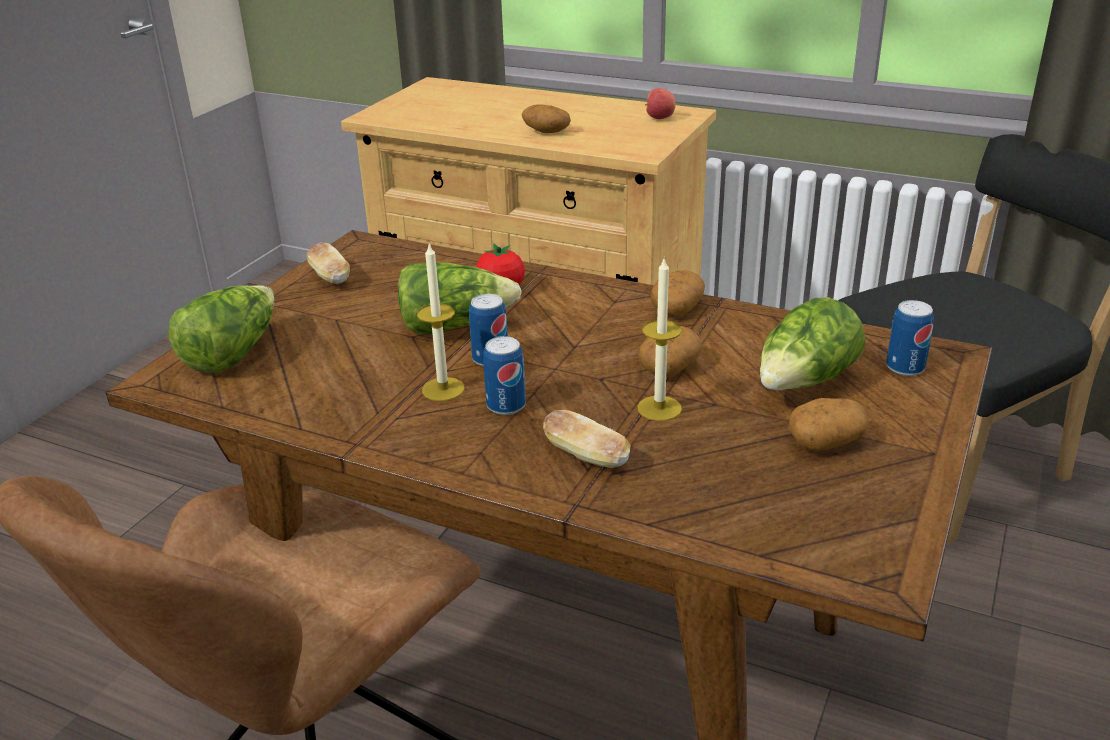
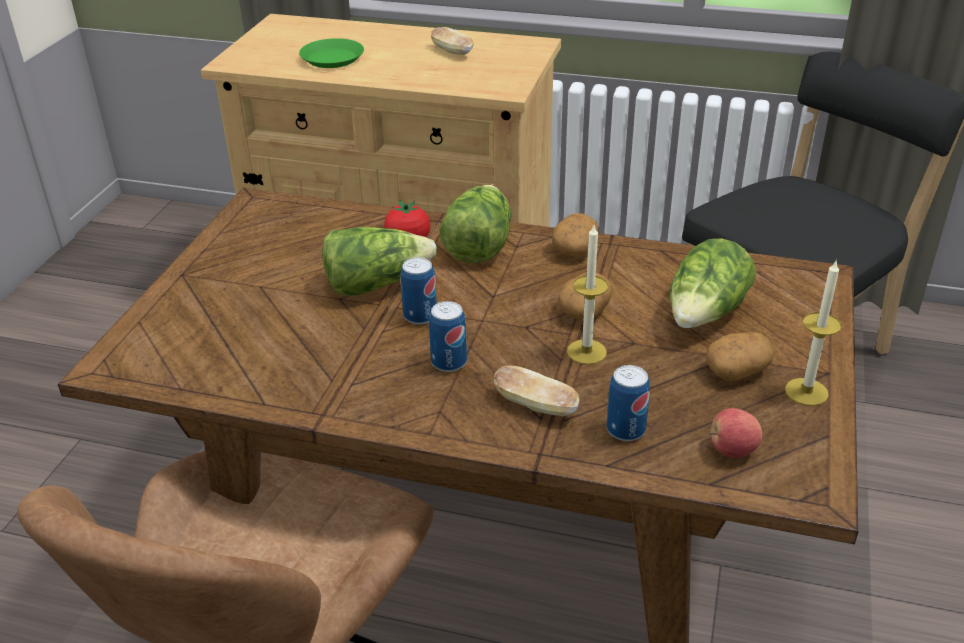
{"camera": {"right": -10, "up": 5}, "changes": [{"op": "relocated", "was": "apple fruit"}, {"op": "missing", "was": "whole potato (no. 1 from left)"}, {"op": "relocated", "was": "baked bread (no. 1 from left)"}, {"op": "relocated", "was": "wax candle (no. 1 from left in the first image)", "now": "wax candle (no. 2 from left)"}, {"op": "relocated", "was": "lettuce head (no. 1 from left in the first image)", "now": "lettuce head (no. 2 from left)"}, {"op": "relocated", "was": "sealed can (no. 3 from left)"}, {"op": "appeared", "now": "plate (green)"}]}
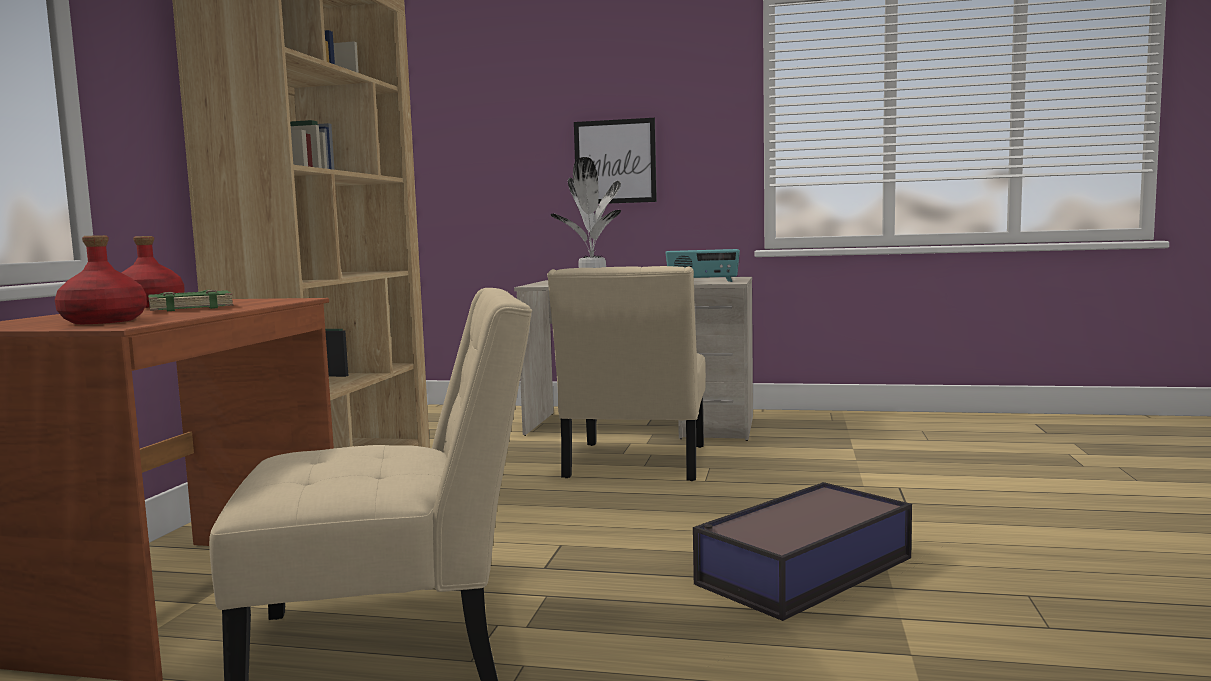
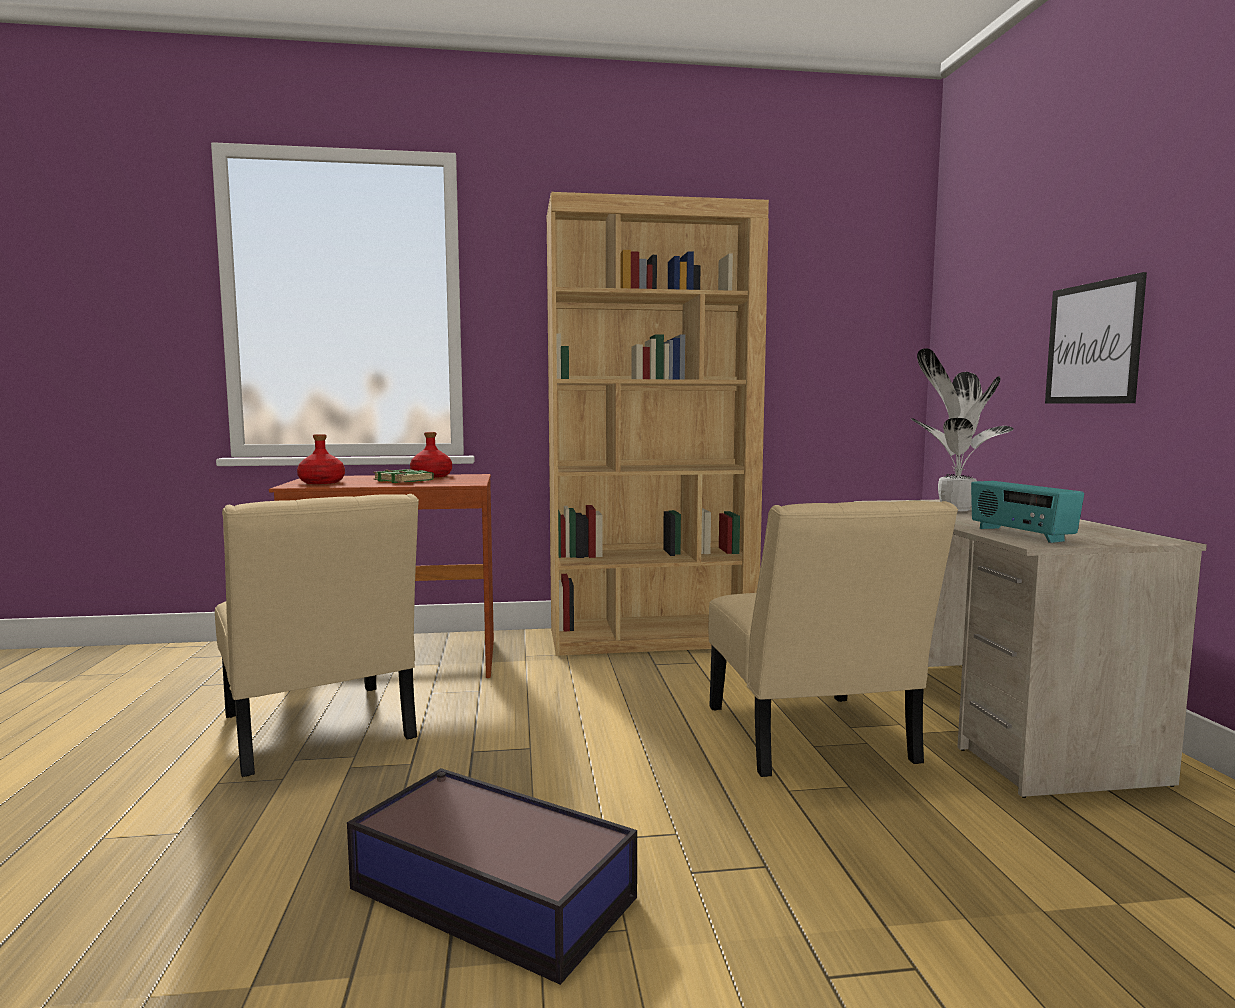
{"camera": {"right": 70, "up": 0}, "changes": [{"op": "spun", "was": "chair (sand-coloured) (no. 2 from left)", "clockwise": -90}]}
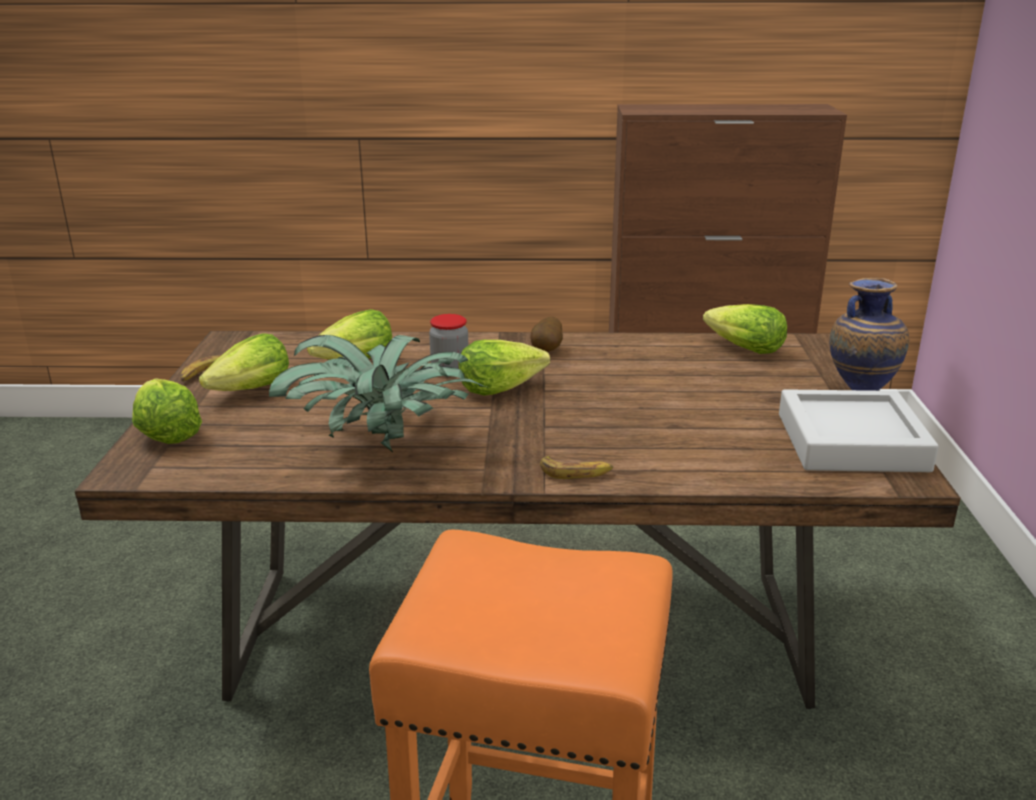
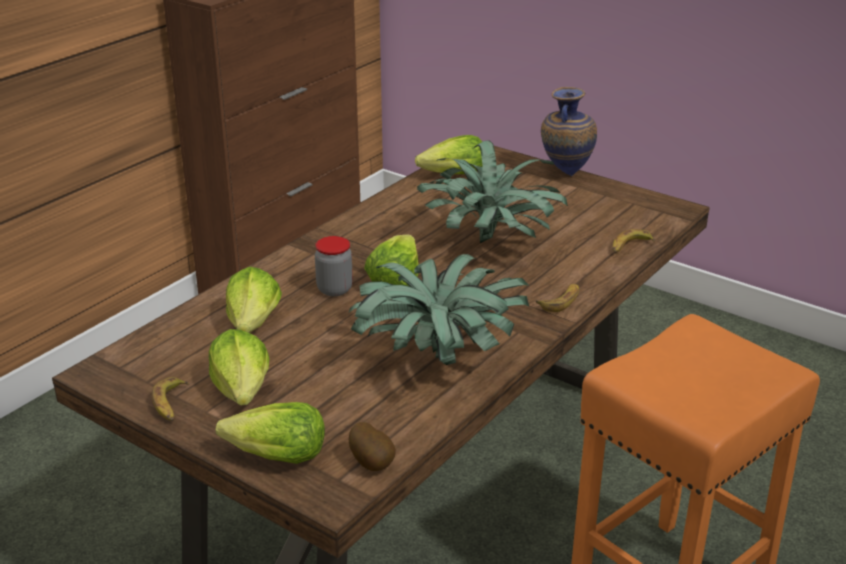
{"camera": {"right": -55, "up": 5}, "changes": [{"op": "relocated", "was": "whole potato"}, {"op": "missing", "was": "tray (gray)"}, {"op": "appeared", "now": "potted plant (no. 2 from left)"}, {"op": "appeared", "now": "banana (no. 3 from left)"}]}
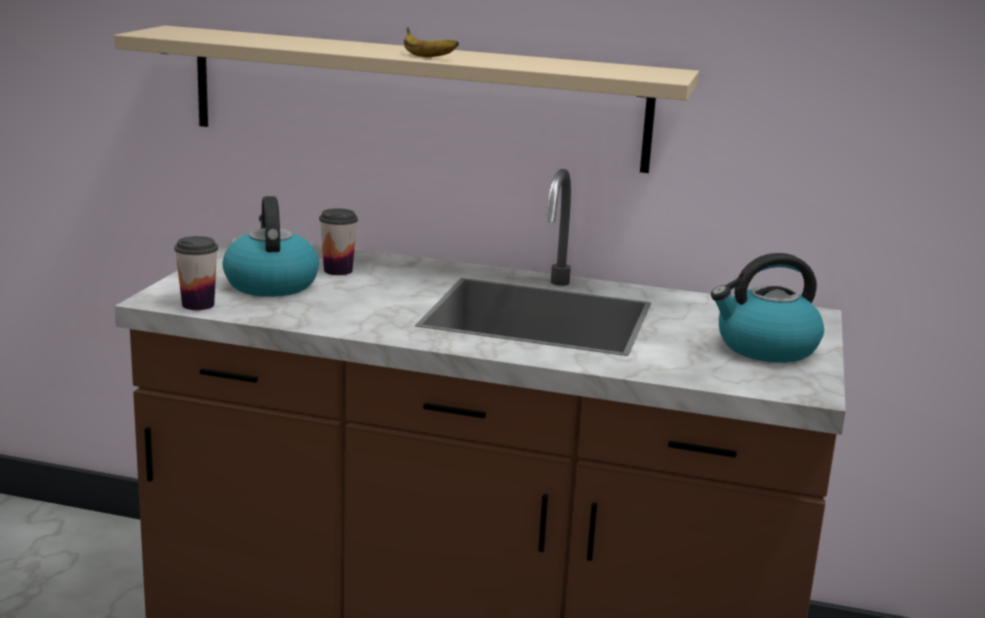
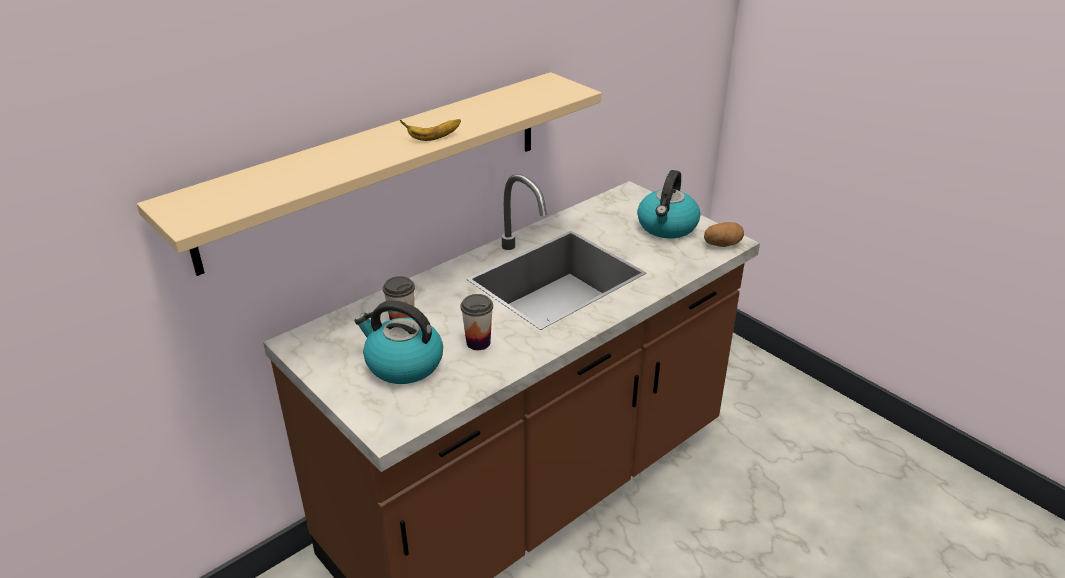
{"camera": {"right": -55, "up": 15}, "changes": [{"op": "relocated", "was": "cup (no. 1 from left in the first image)", "now": "cup (no. 2 from left)"}, {"op": "appeared", "now": "whole potato"}]}
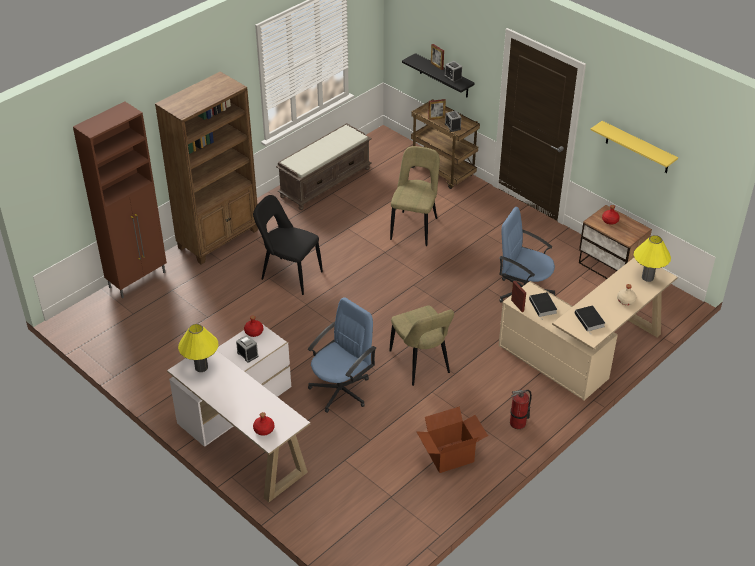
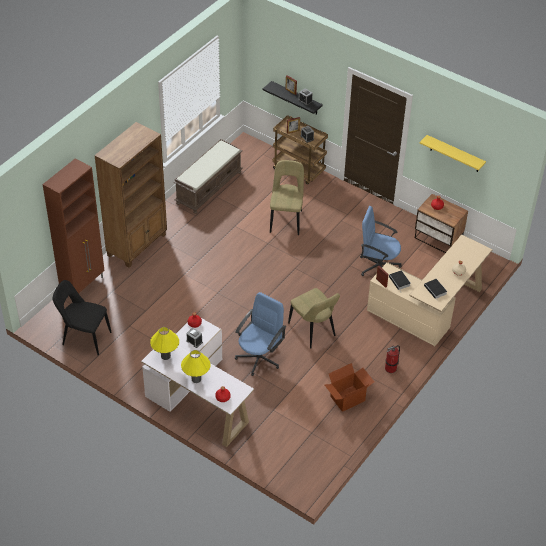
{"camera": {"right": -10, "up": 5}, "changes": [{"op": "relocated", "was": "chair (black)"}, {"op": "relocated", "was": "lamp for a table (yellow-coloured) (no. 2 from left)"}]}
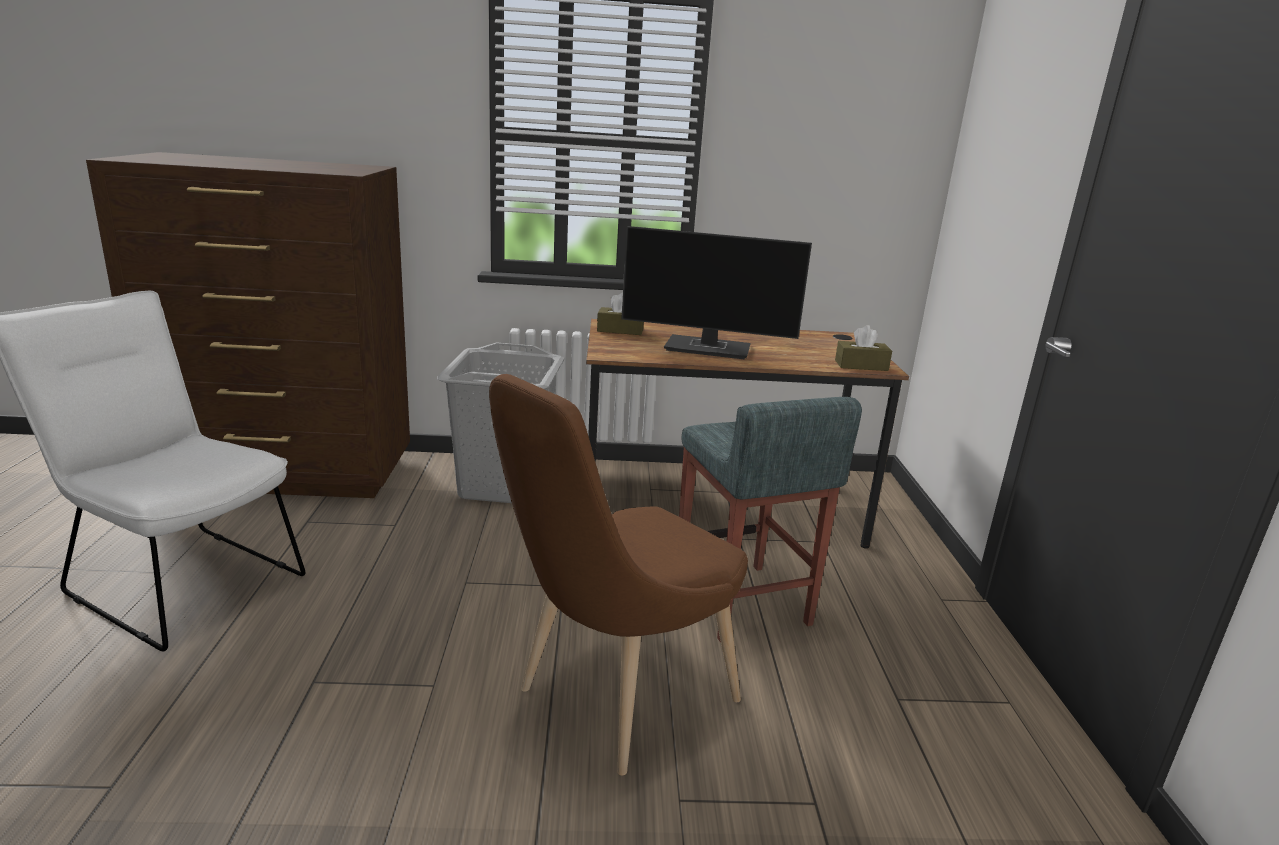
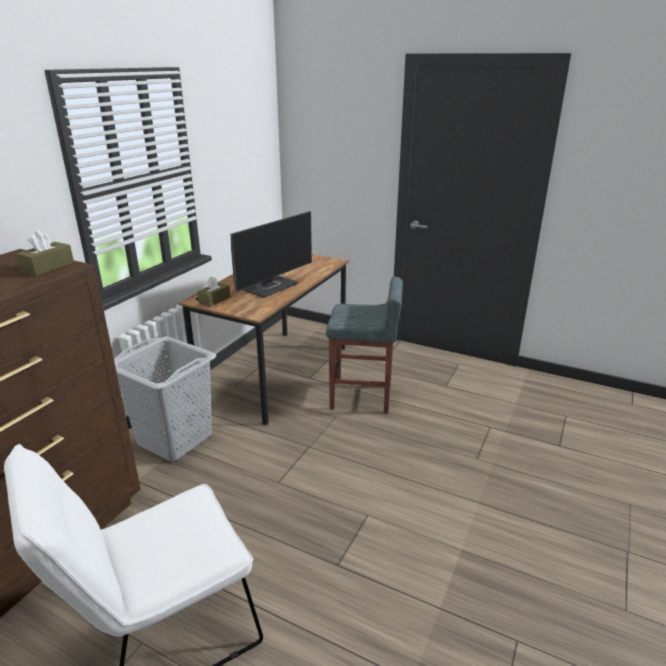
{"camera": {"right": -60, "up": 5}, "changes": [{"op": "relocated", "was": "tissue holder (brown) (no. 2 from left in the first image)", "now": "tissue holder (brown) (no. 1 from left)"}, {"op": "missing", "was": "chair (brown)"}]}
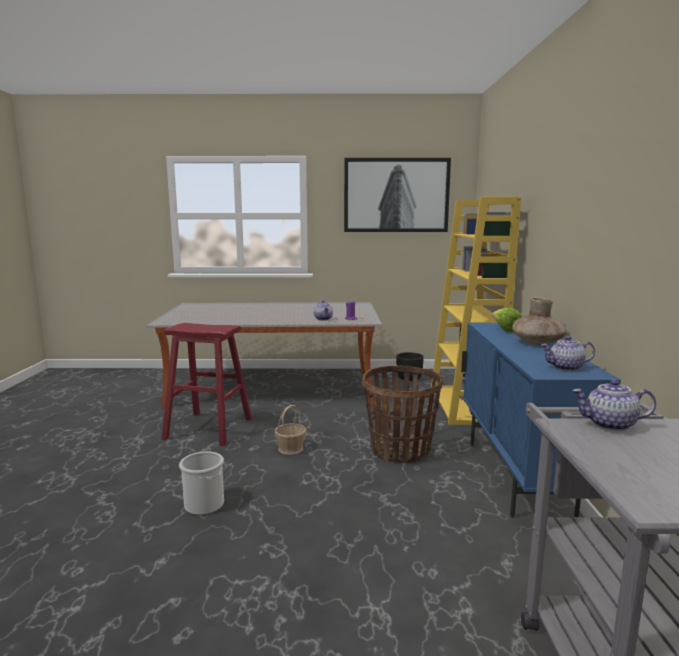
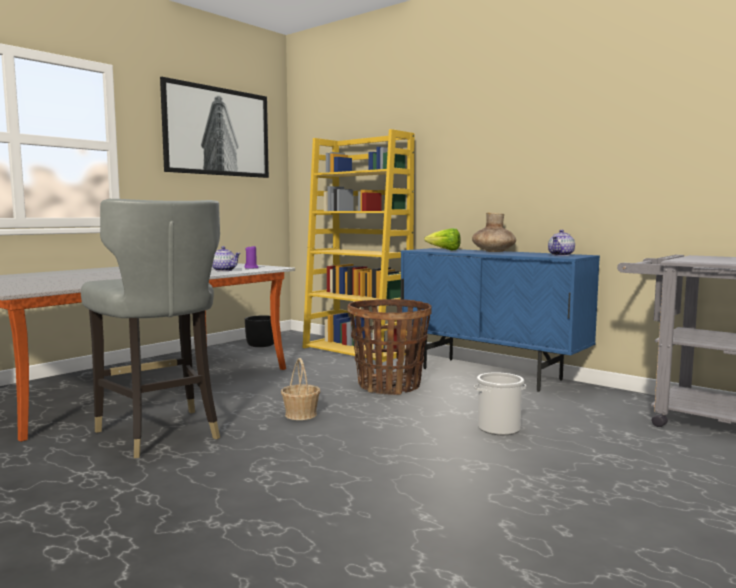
{"camera": {"right": -50, "up": -5}, "changes": [{"op": "exchanged", "was": "sitting stool (red-coloured)", "now": "chair (gray)"}, {"op": "missing", "was": "pot for tea (no. 3 from left)"}, {"op": "relocated", "was": "bucket"}]}
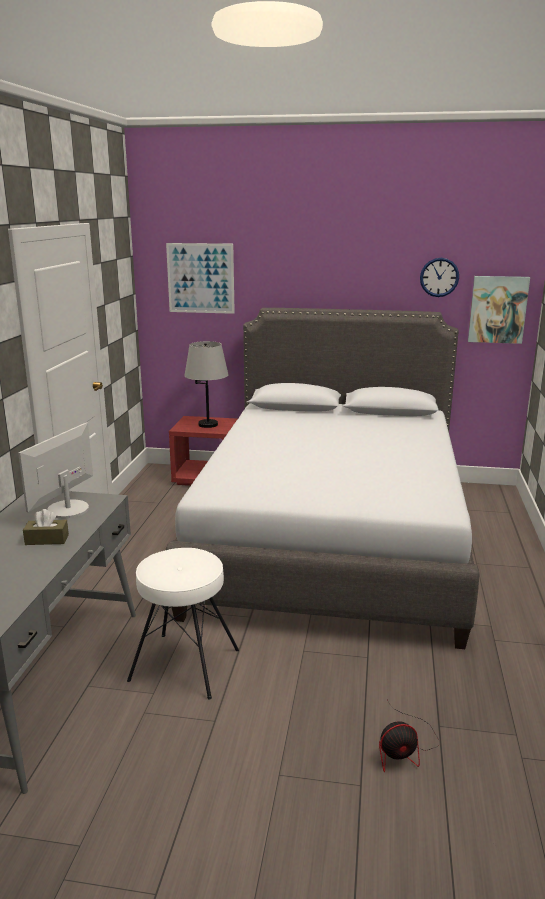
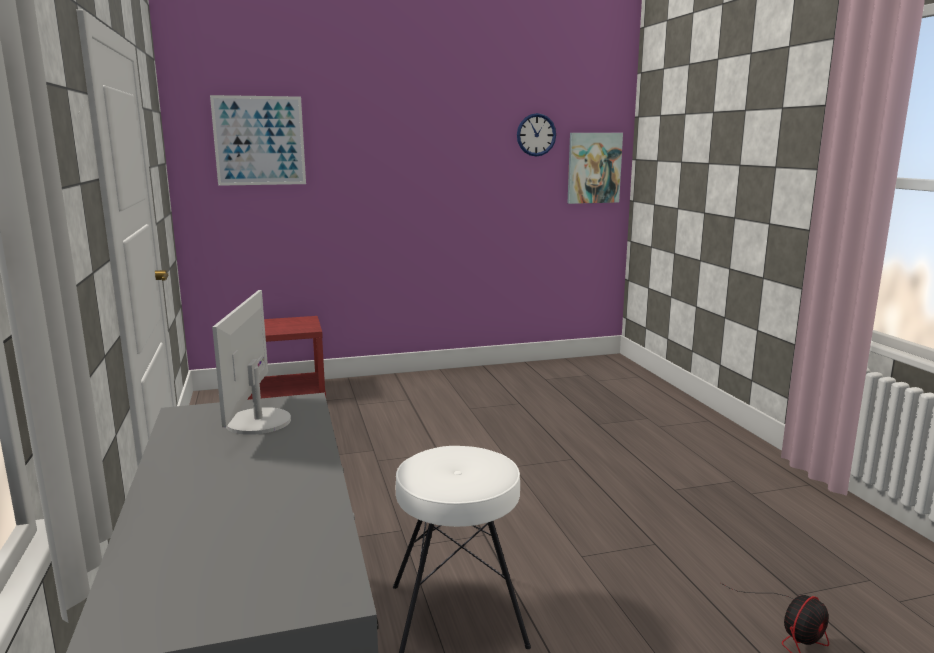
{"camera": {"right": -25, "up": -5}, "changes": [{"op": "missing", "was": "bedroom bed (gray)"}, {"op": "missing", "was": "lamp for a table (gray)"}, {"op": "missing", "was": "tissue holder (brown)"}]}
